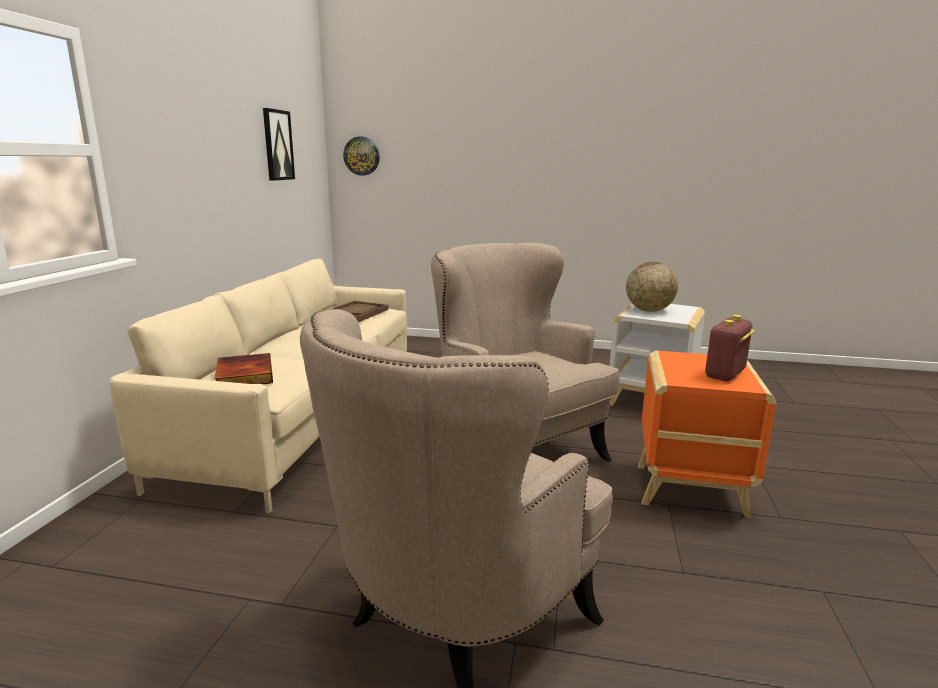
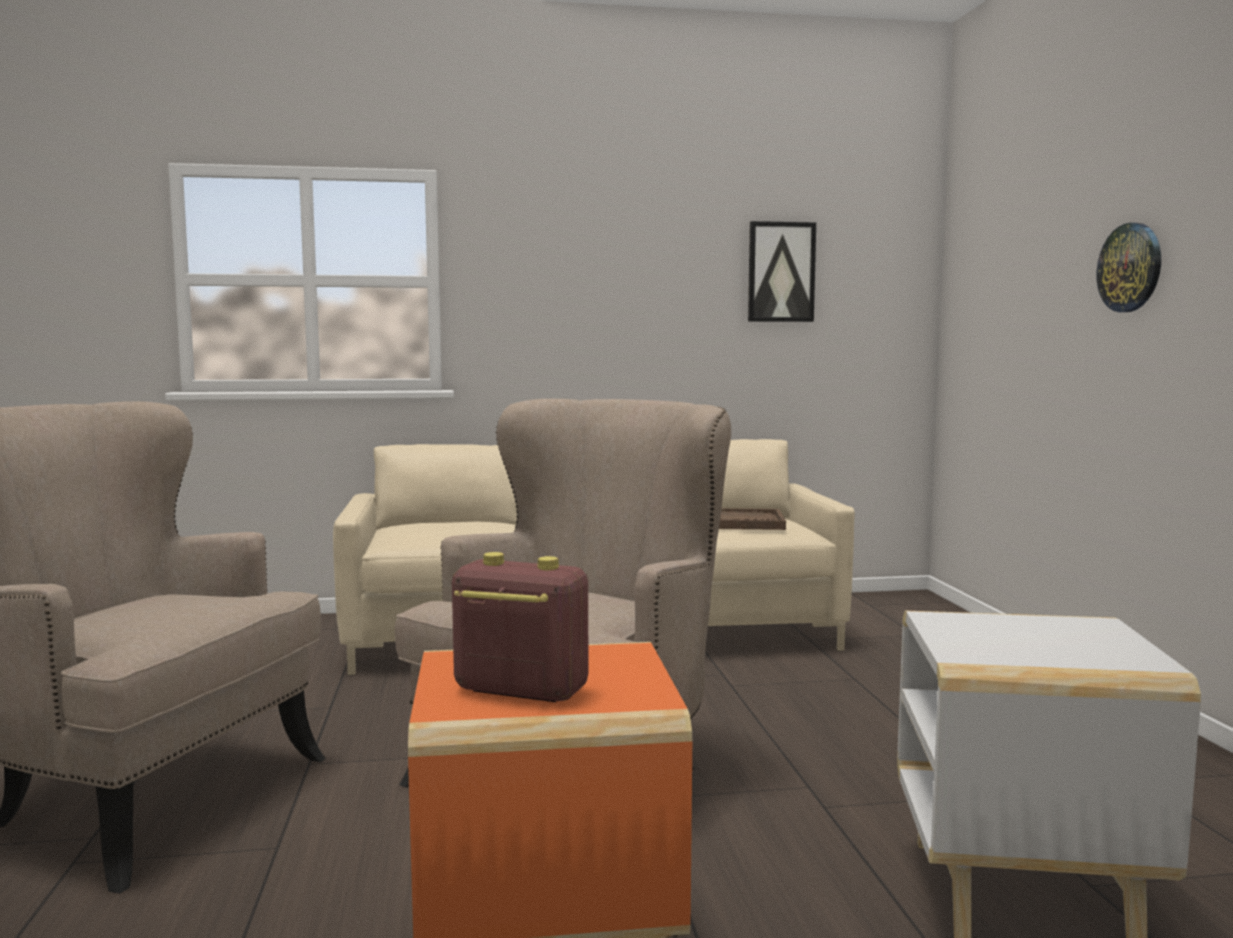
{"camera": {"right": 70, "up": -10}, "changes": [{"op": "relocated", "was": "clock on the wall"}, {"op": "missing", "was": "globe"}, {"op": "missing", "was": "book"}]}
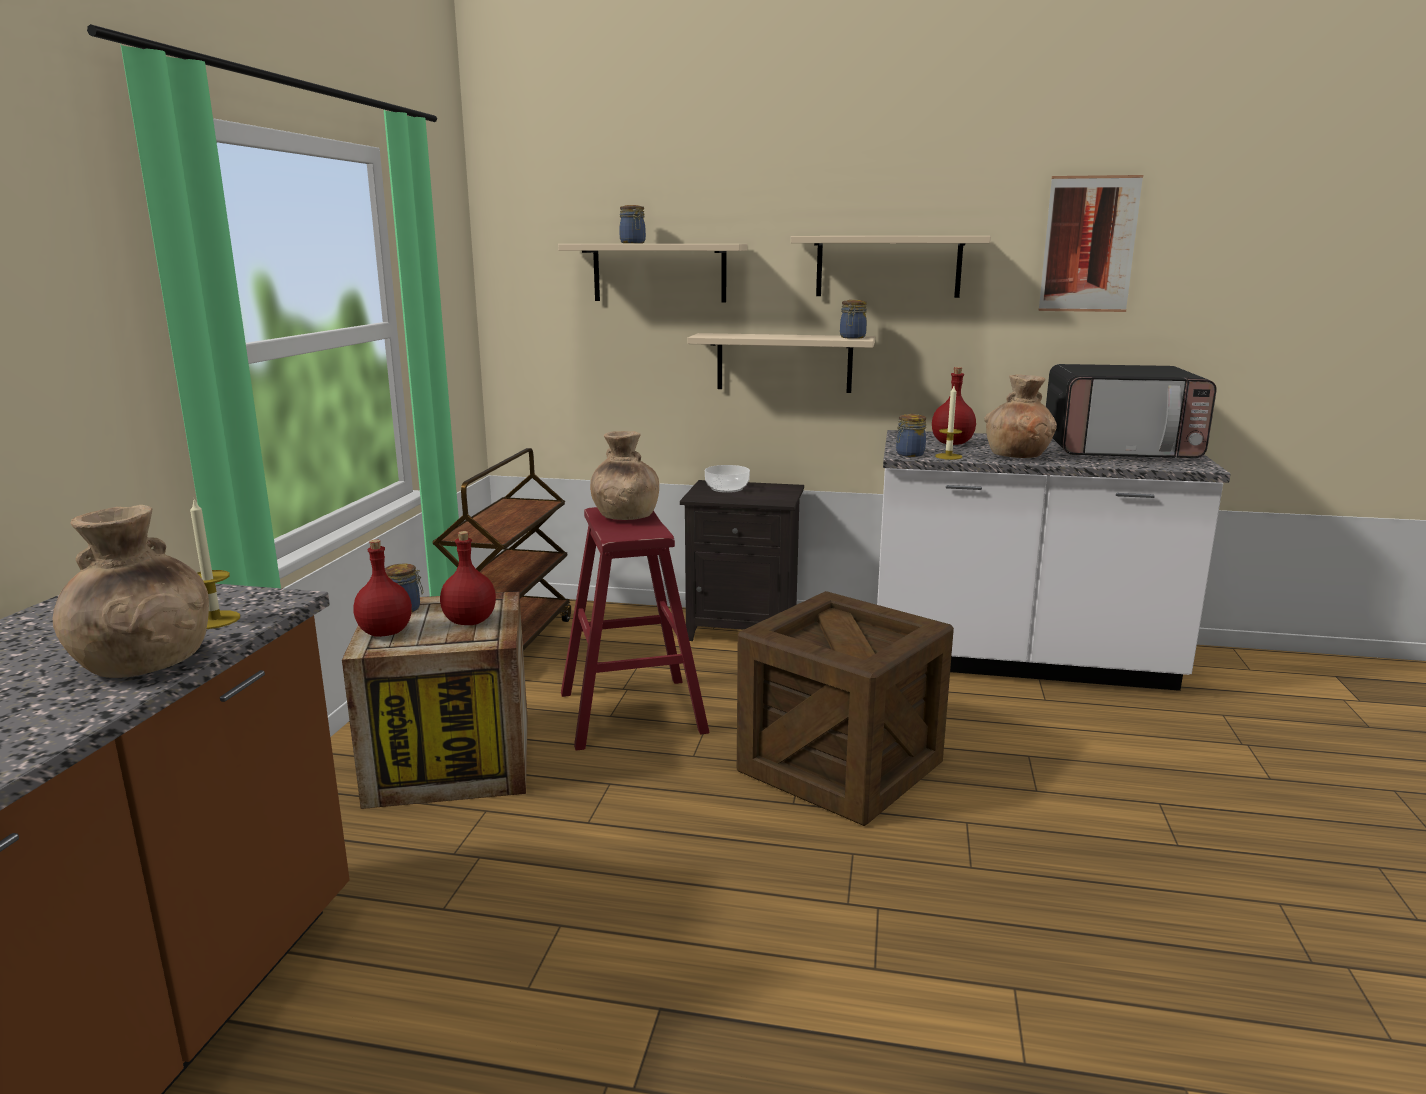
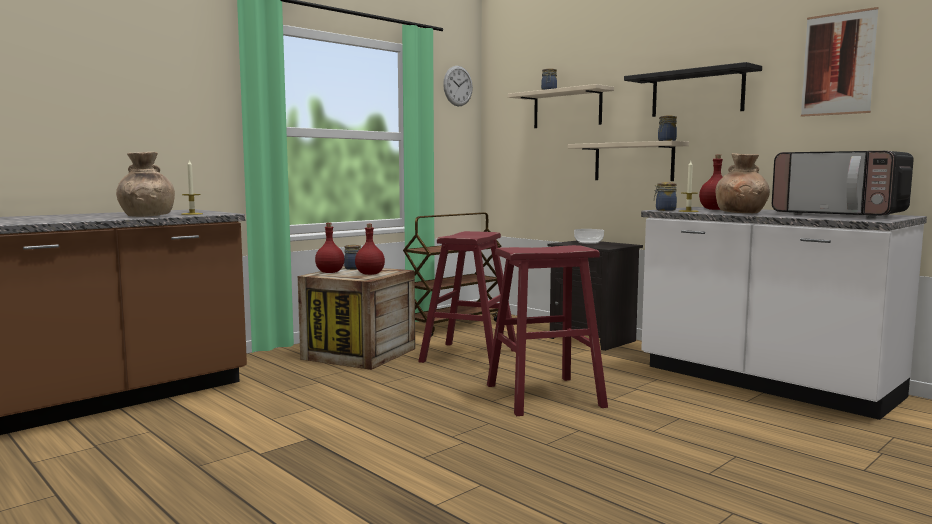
{"camera": {"right": 35, "up": -10}, "changes": [{"op": "colour", "was": "bracket shelf (sand-coloured) (no. 3 from left)", "now": "bracket shelf (black)"}, {"op": "missing", "was": "flower vase (brown) (no. 2 from left)"}, {"op": "exchanged", "was": "packing crate (no. 2 from left)", "now": "sitting stool (red-coloured) (no. 2 from left)"}, {"op": "appeared", "now": "clock on the wall"}]}
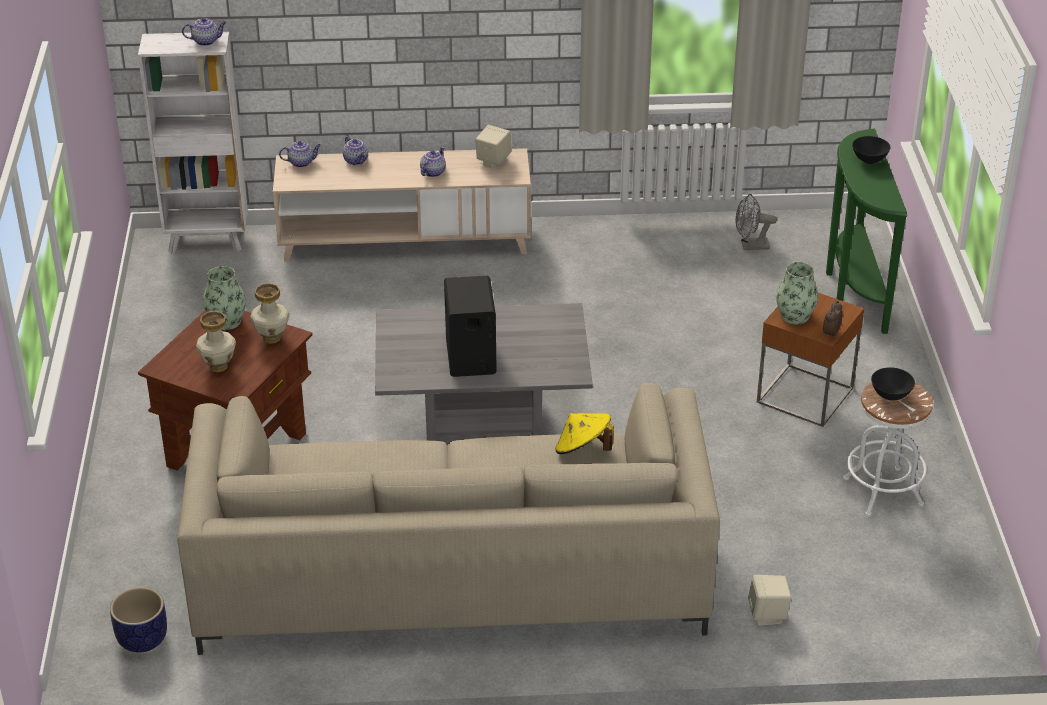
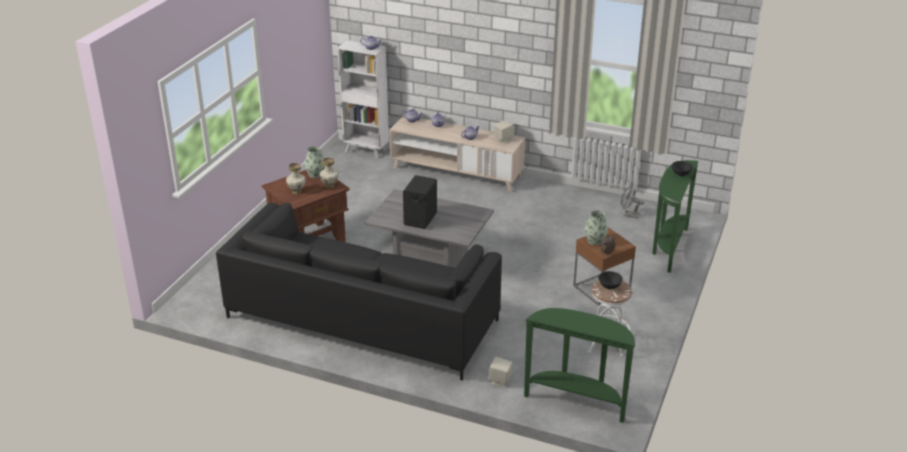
{"camera": {"right": 25, "up": -5}, "changes": [{"op": "colour", "was": "sofa (sand-coloured)", "now": "sofa (black)"}, {"op": "missing", "was": "hat (yellow-coloured)"}, {"op": "missing", "was": "plant pot"}, {"op": "appeared", "now": "console table (green) (no. 1 from left)"}]}
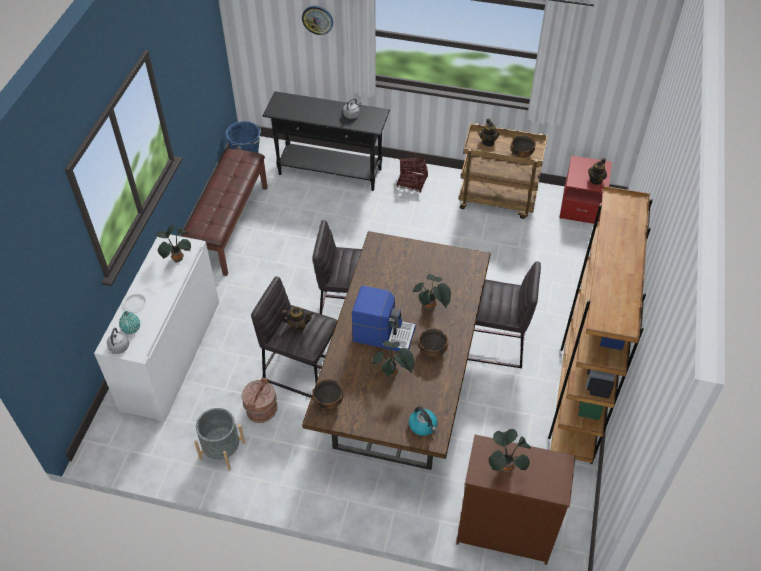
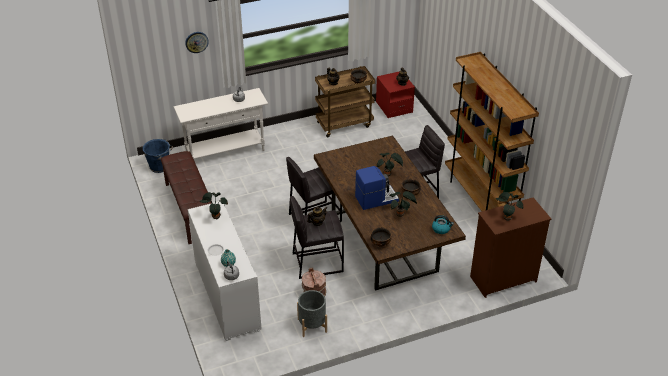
{"camera": {"right": -35, "up": -10}, "changes": [{"op": "colour", "was": "console table (black)", "now": "console table (whitish)"}, {"op": "missing", "was": "household basket"}]}
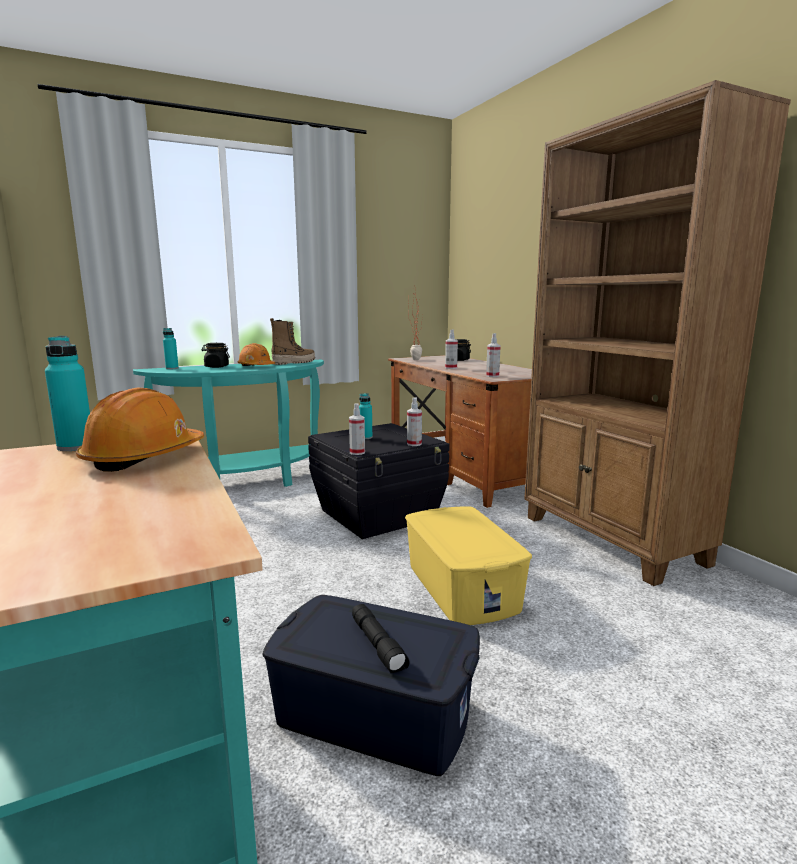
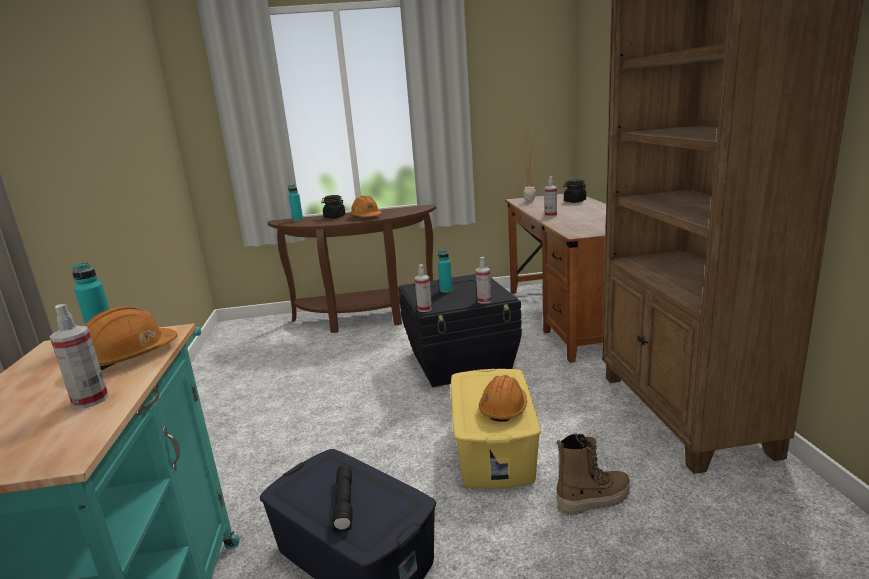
{"camera": {"right": 20, "up": 5}, "changes": [{"op": "relocated", "was": "high-top boot"}, {"op": "relocated", "was": "sprayer (no. 4 from left in the first image)", "now": "sprayer (no. 1 from left)"}, {"op": "colour", "was": "console table (turquoise-coloured)", "now": "console table (brown)"}, {"op": "appeared", "now": "work helmet (orange) (no. 3 from left)"}]}
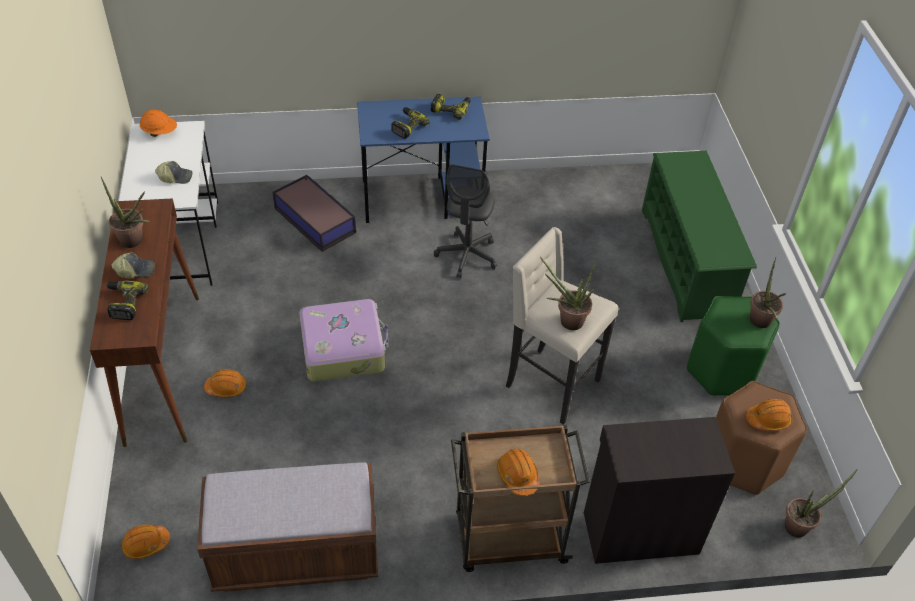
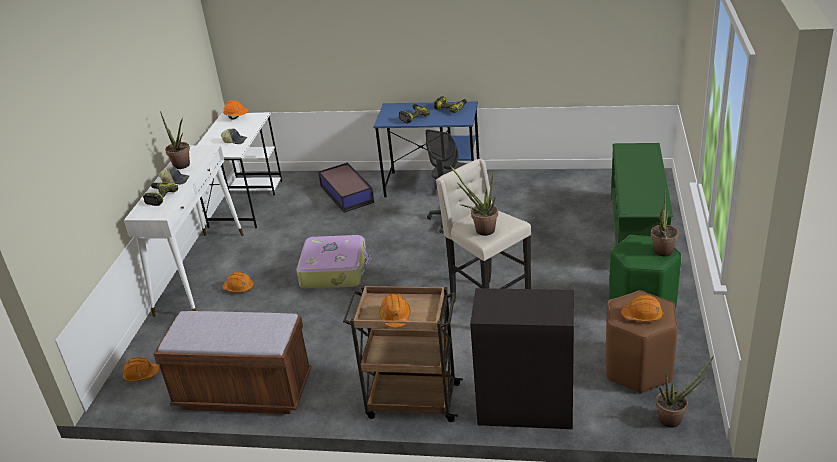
{"camera": {"right": 20, "up": -15}, "changes": [{"op": "colour", "was": "console table (brown)", "now": "console table (whitish)"}]}
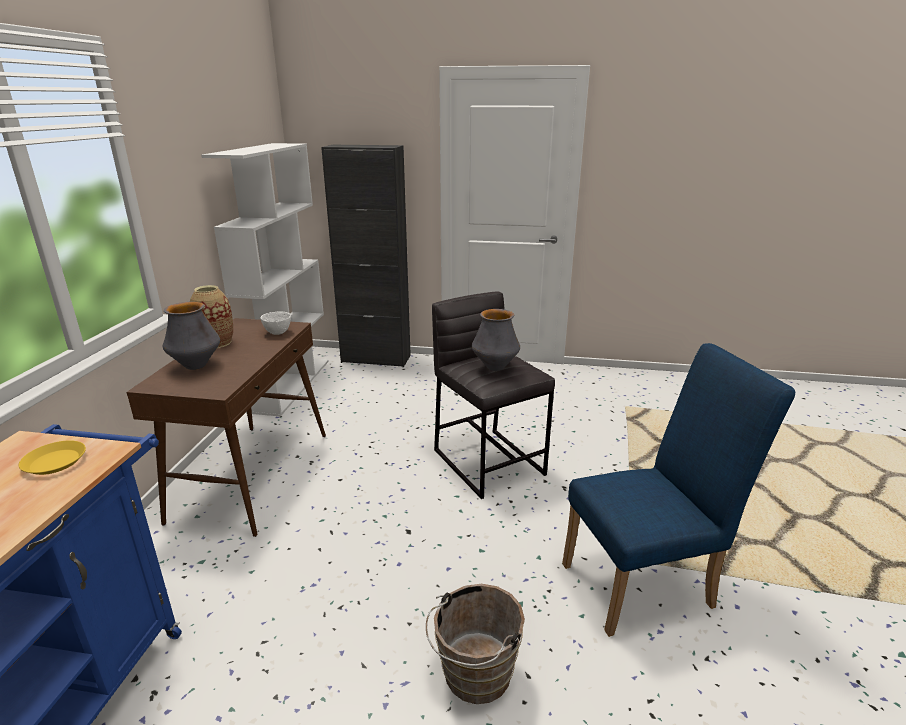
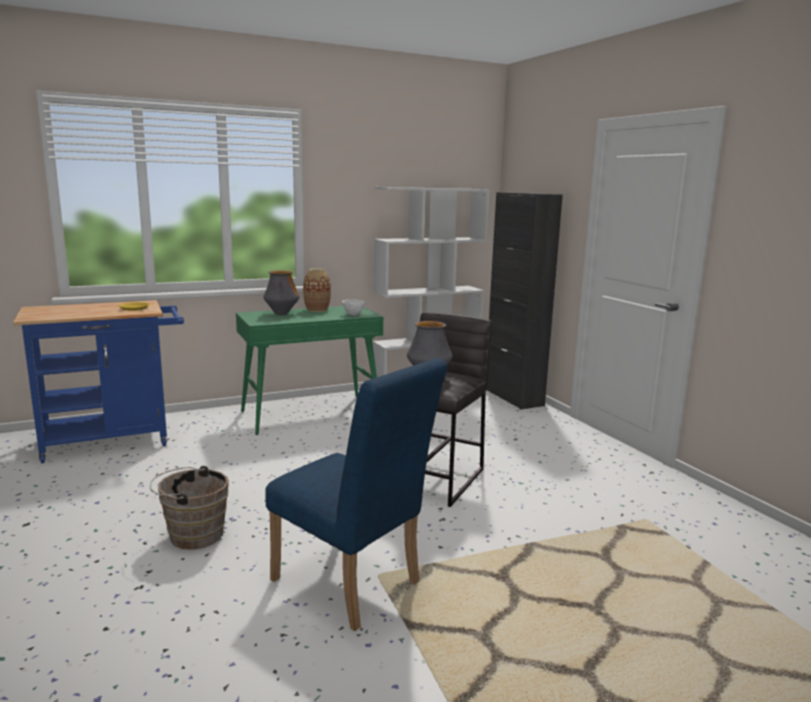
{"camera": {"right": 55, "up": -10}, "changes": [{"op": "colour", "was": "console table (brown)", "now": "console table (green)"}]}
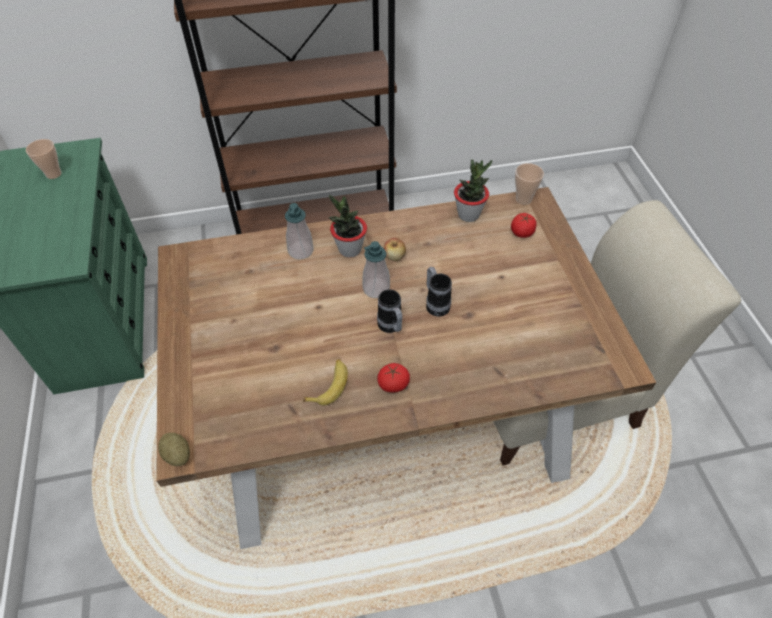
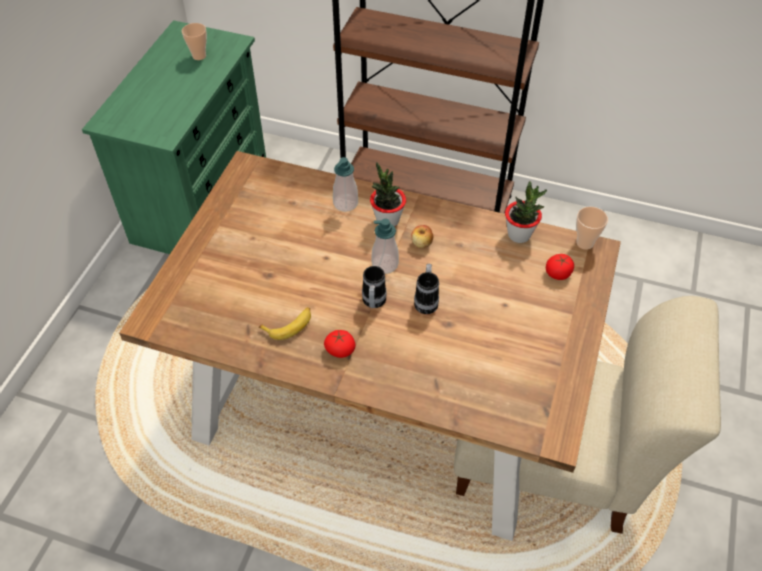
{"camera": {"right": 30, "up": 0}, "changes": [{"op": "missing", "was": "whole potato"}]}
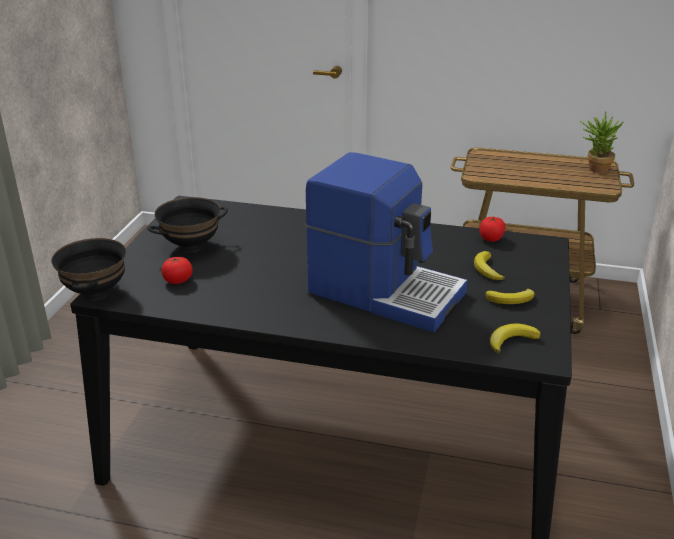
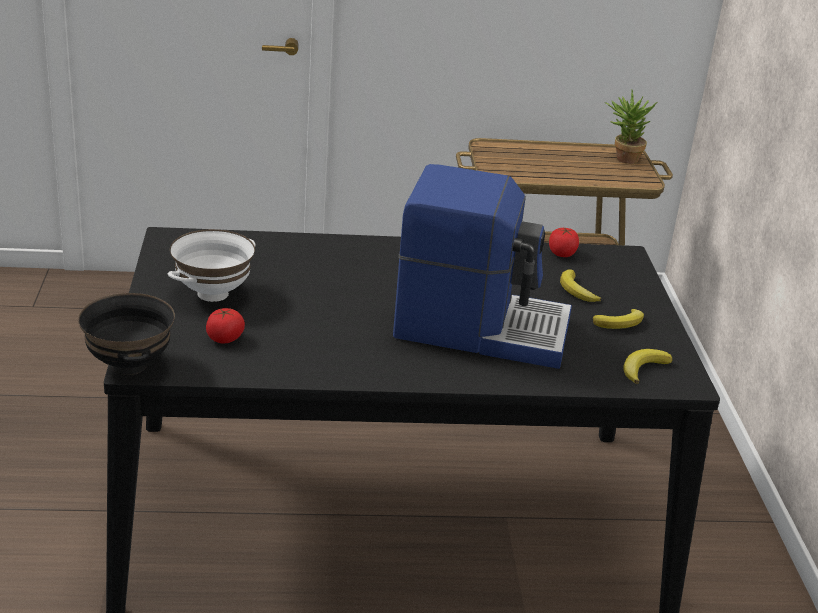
{"camera": {"right": -20, "up": 0}, "changes": [{"op": "colour", "was": "serving bowl (black) (no. 2 from left)", "now": "serving bowl (whitish)"}]}
